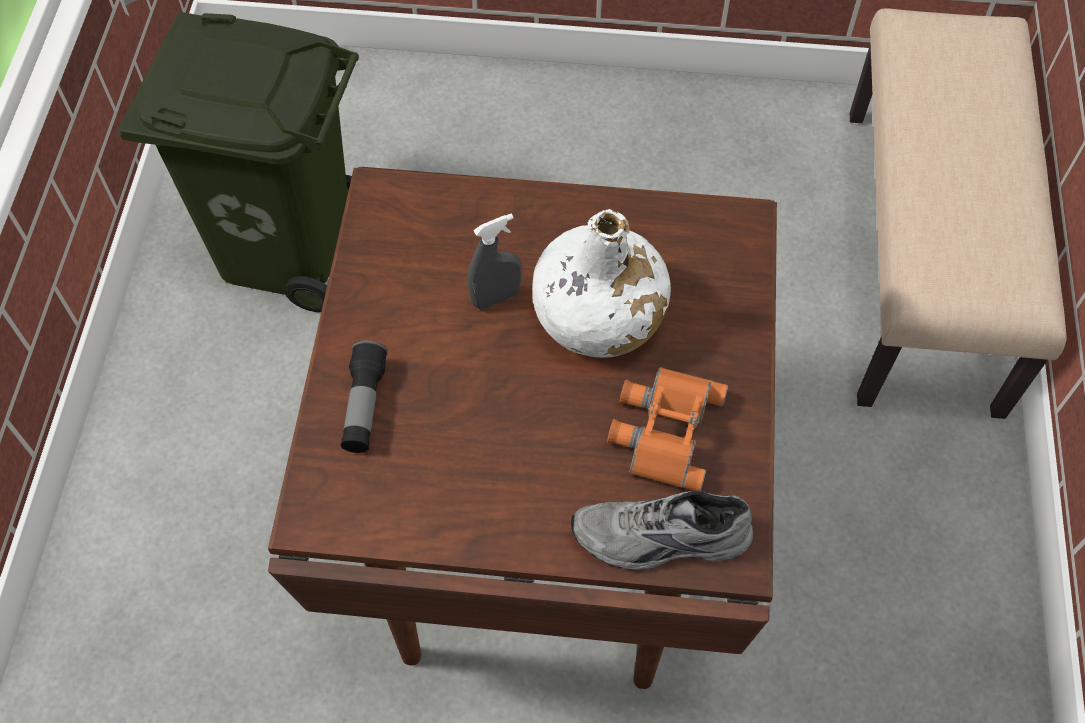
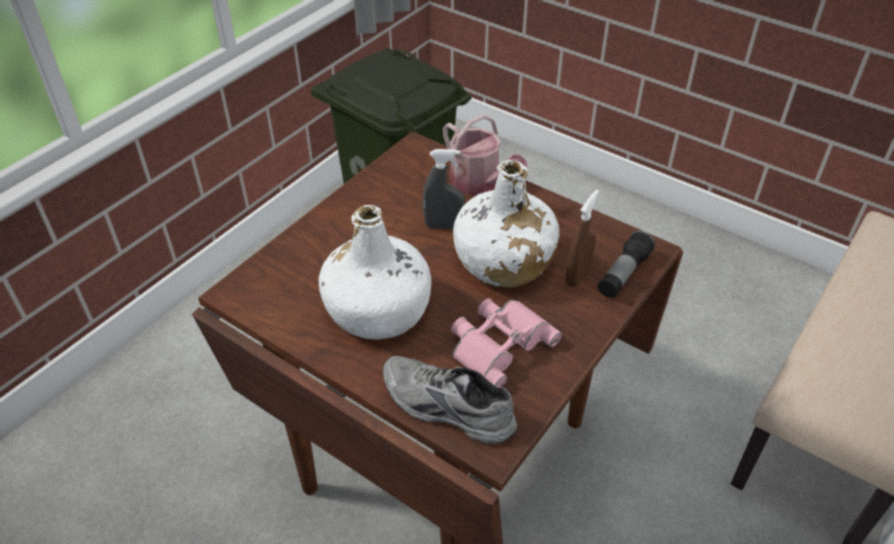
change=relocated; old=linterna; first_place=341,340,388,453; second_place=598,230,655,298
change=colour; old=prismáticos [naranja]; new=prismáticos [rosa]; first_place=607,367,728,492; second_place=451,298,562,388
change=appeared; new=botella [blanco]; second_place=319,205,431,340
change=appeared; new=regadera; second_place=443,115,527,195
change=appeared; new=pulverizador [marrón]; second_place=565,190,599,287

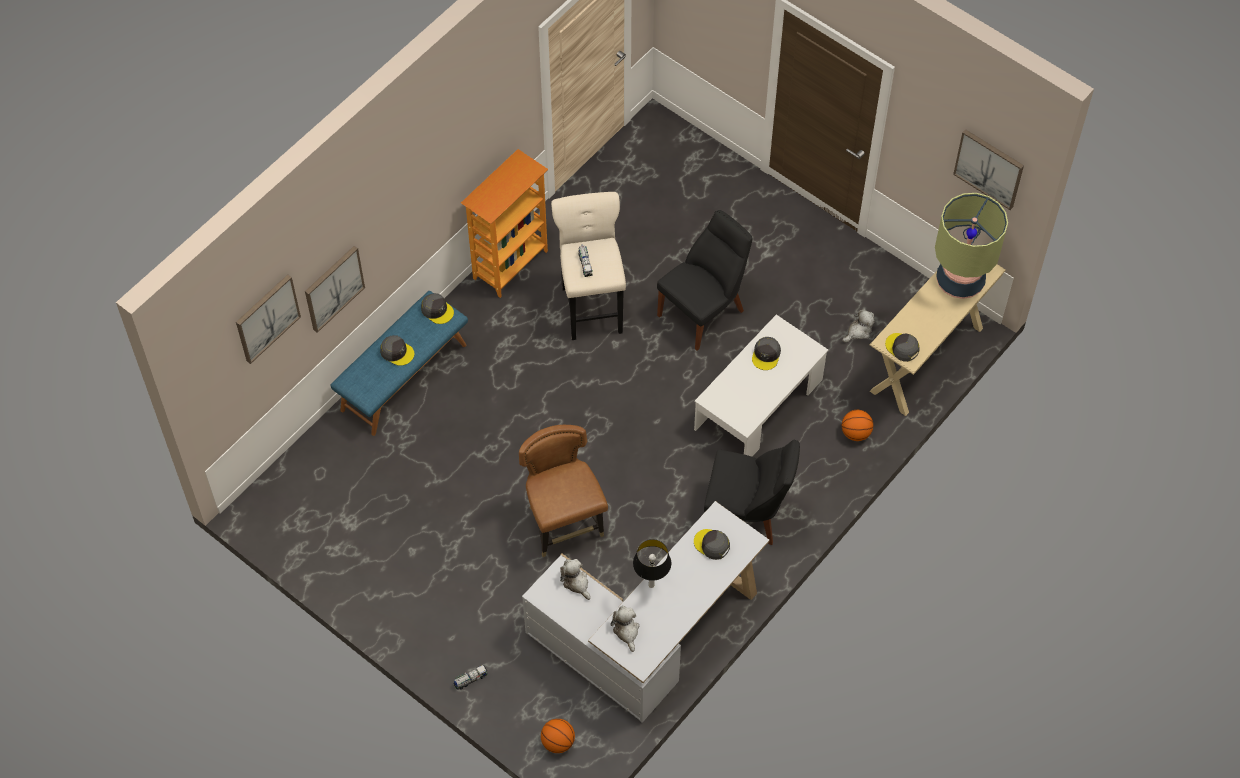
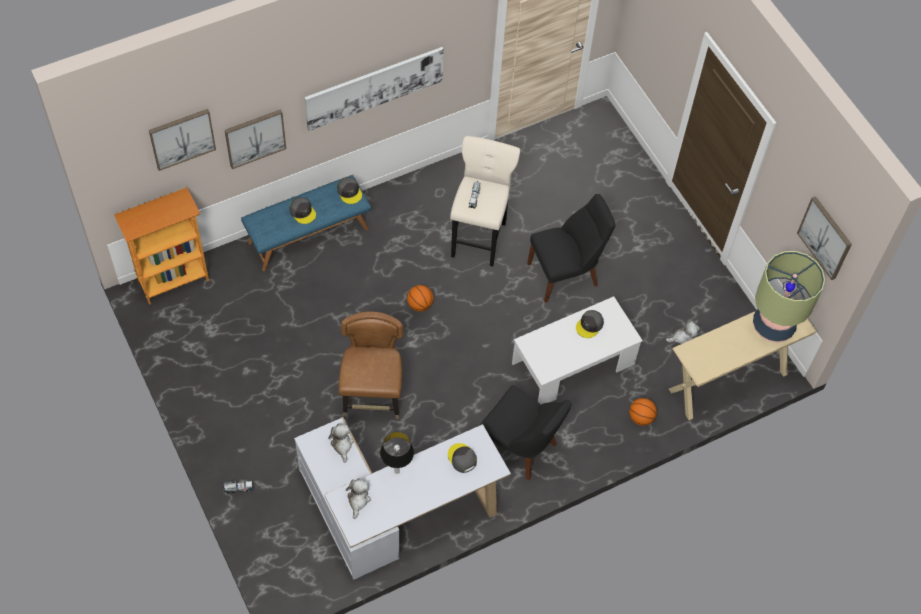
change=relocated; old=estantería; first_place=461,149,548,298; second_place=114,188,209,305
change=relocated; old=balón de baloncesto; first_place=541,719,575,753; second_place=407,285,434,312
change=missing; old=gorra [gris]; first_place=885,333,920,362
change=appeared; new=cuadro; second_place=305,47,444,131

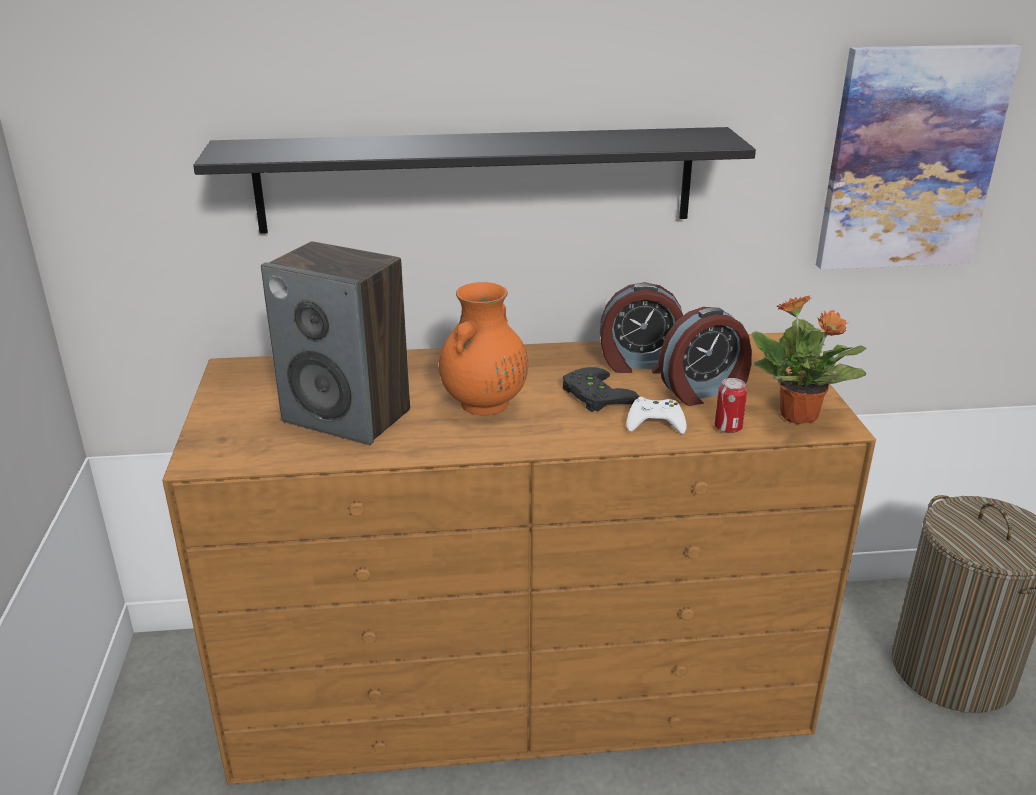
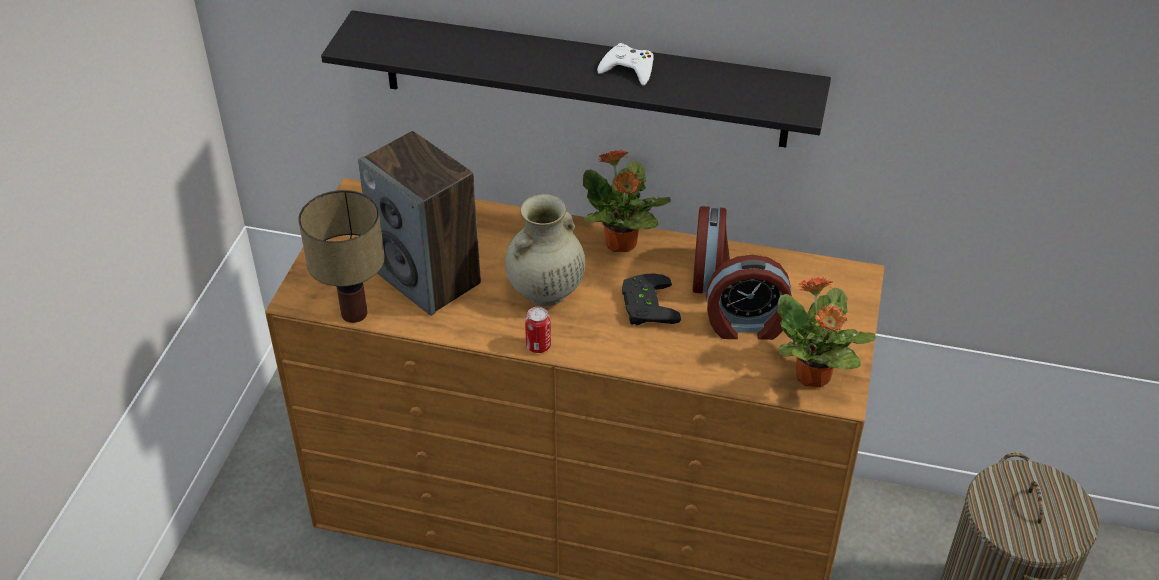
change=colour; old=florero [naranja]; new=florero [beis]; first_place=439,282,528,416; second_place=505,194,585,306
change=spun; old=despertador; first_place=600,282,683,374; second_place=692,206,730,294; degrees=-105
change=relocated; old=mando de consola [blanco]; first_place=627,397,687,434; second_place=597,43,654,86
change=relocated; old=lata; first_place=715,378,747,433; second_place=525,307,551,353
change=missing; old=cuadro; first_place=816,44,1022,270
change=appeared; new=lámpara de mesa; second_place=298,190,385,323
change=appeared; new=planta en maceta; second_place=583,150,671,252

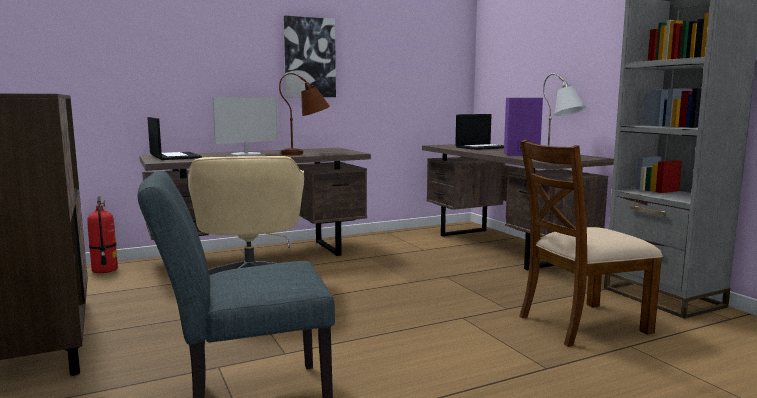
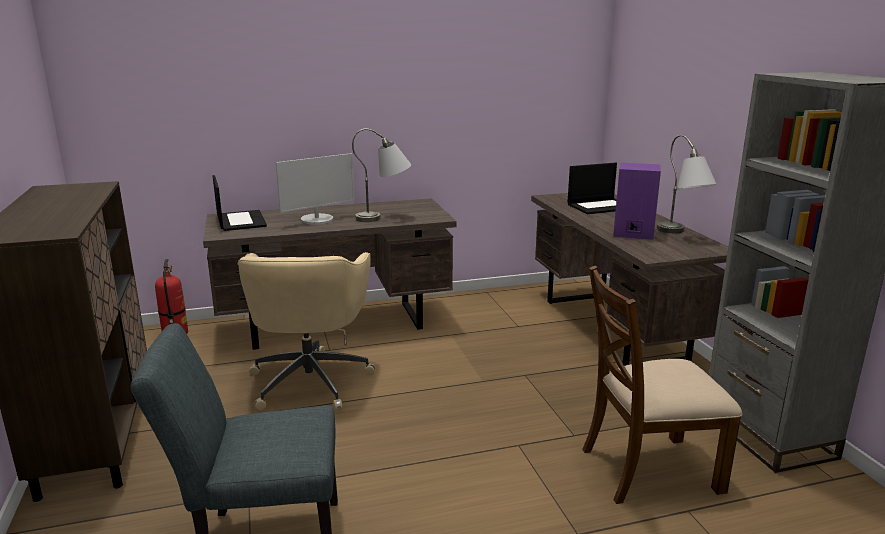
change=colour; old=lámpara de mesa [marrón]; new=lámpara de mesa [gris]; first_place=279,73,330,155; second_place=352,128,411,222
change=missing; old=cuadro; first_place=284,16,336,97

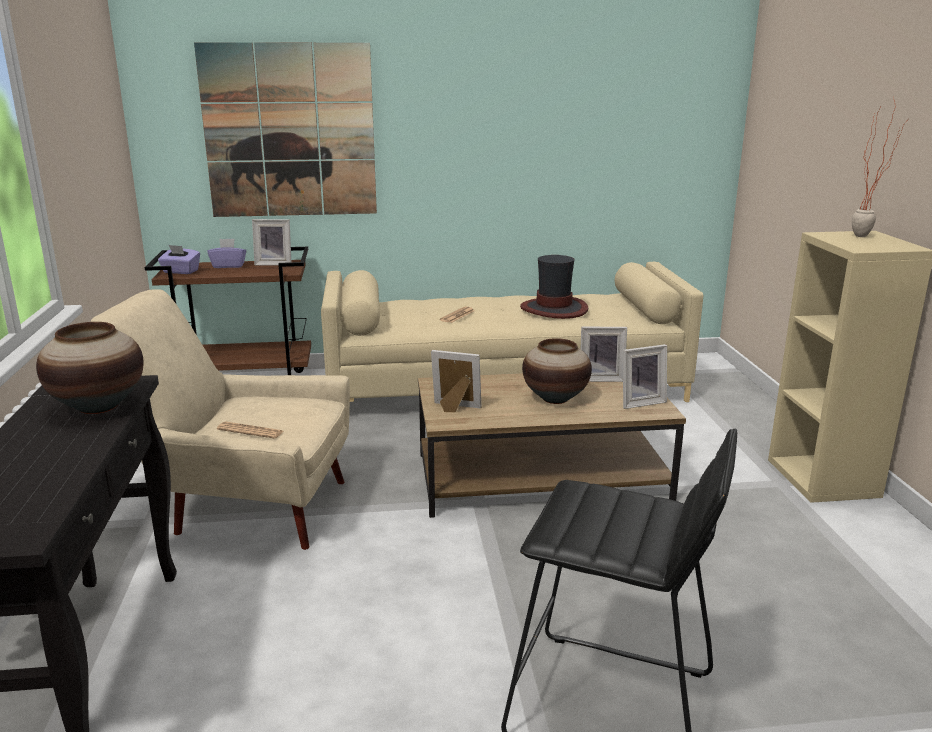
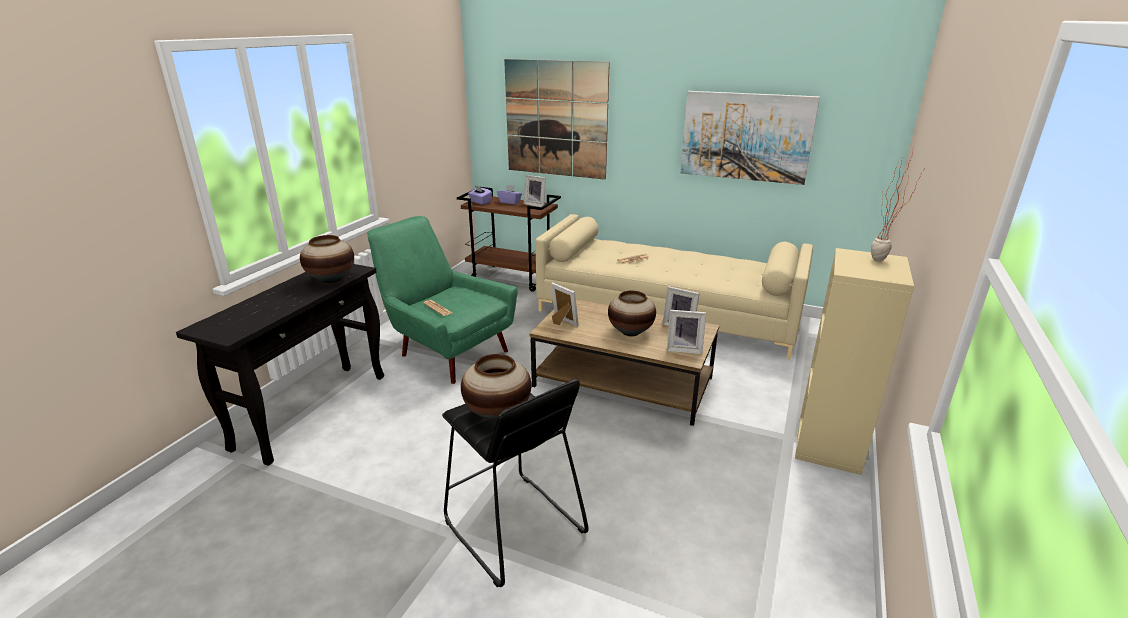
change=colour; old=sillón [beis]; new=sillón [verde]; first_place=91,289,350,550; second_place=367,216,518,384
change=missing; old=sombrero; first_place=520,255,588,319
change=appeared; new=florero; second_place=461,354,531,421
change=appeared; new=cuadro; second_place=681,91,820,185

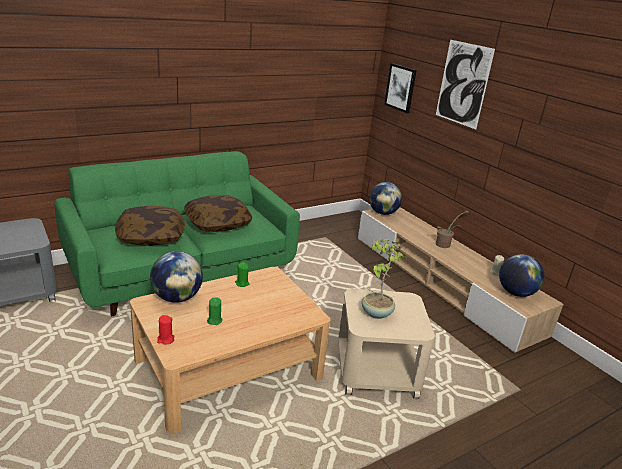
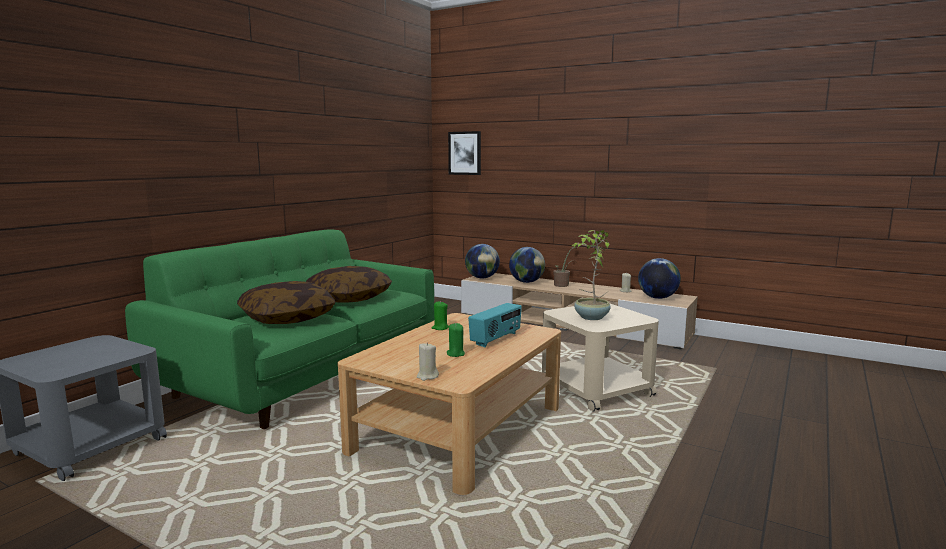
change=relocated; old=globo terráqueo; first_place=150,251,203,303; second_place=509,247,545,283
change=colour; old=vela [rojo]; new=vela [beis]; first_place=157,315,174,344; second_place=417,343,439,381
change=missing; old=cuadro; first_place=436,40,495,129
change=appeared; new=radio; second_place=468,303,522,347

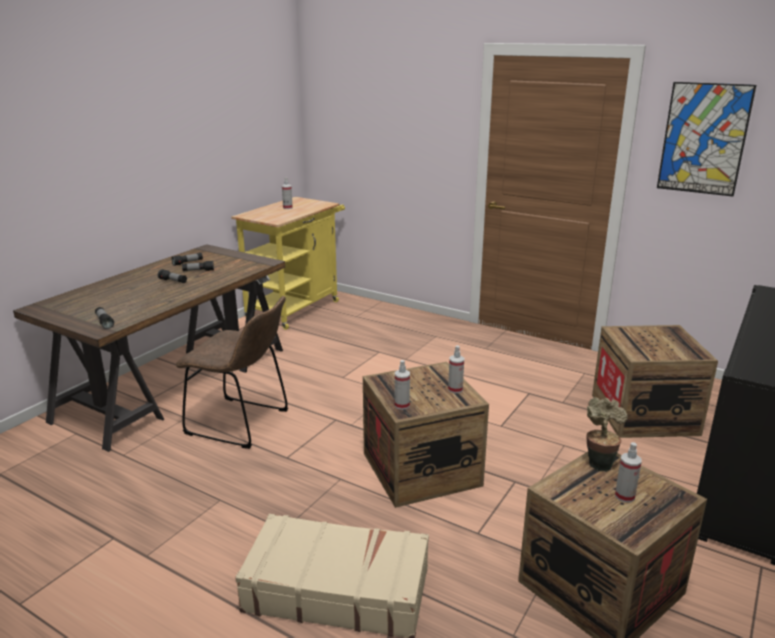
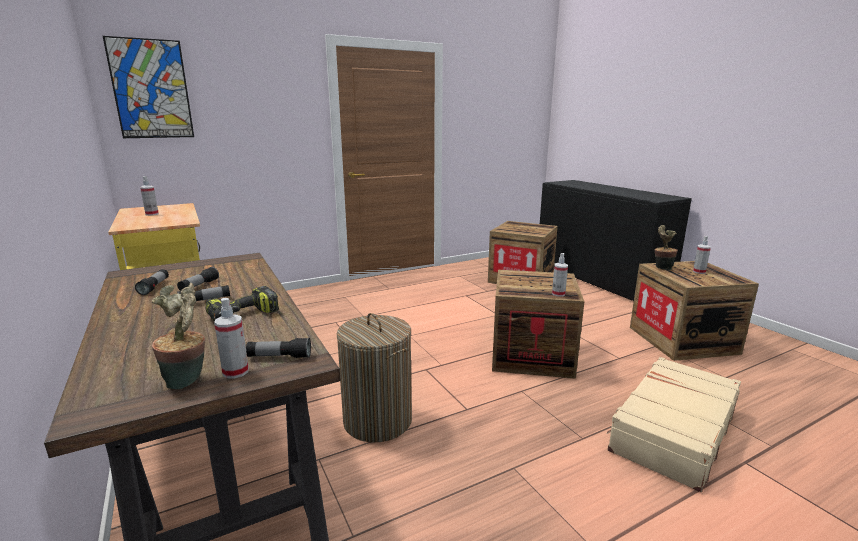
change=exchanged; old=silla [marrón]; new=cesto de la ropa; first_place=176,296,288,449; second_place=337,313,412,442
change=relocated; old=pulverizador; first_place=448,345,464,393; second_place=214,298,249,379
change=relocated; old=cuadro; first_place=657,82,756,197; second_place=103,36,194,138
change=appeared; new=planta en maceta; second_place=152,283,205,389
change=appeared; new=taladro; second_place=205,286,279,321

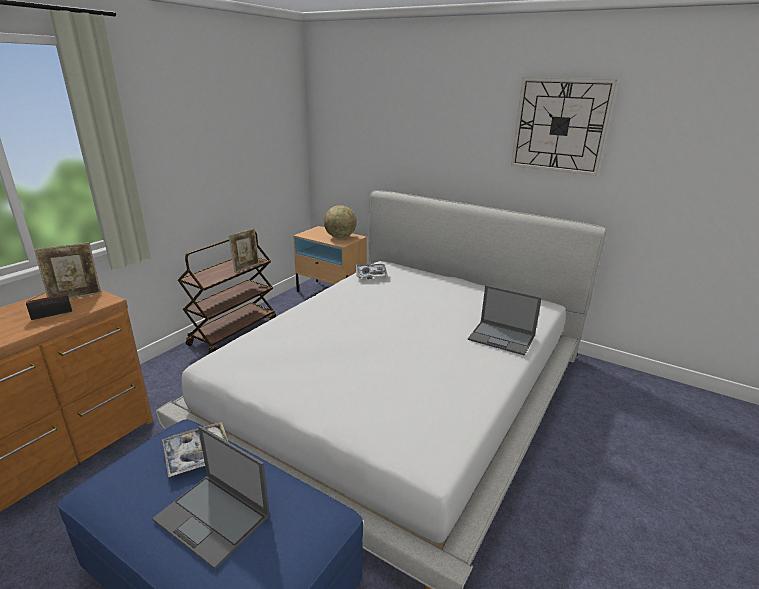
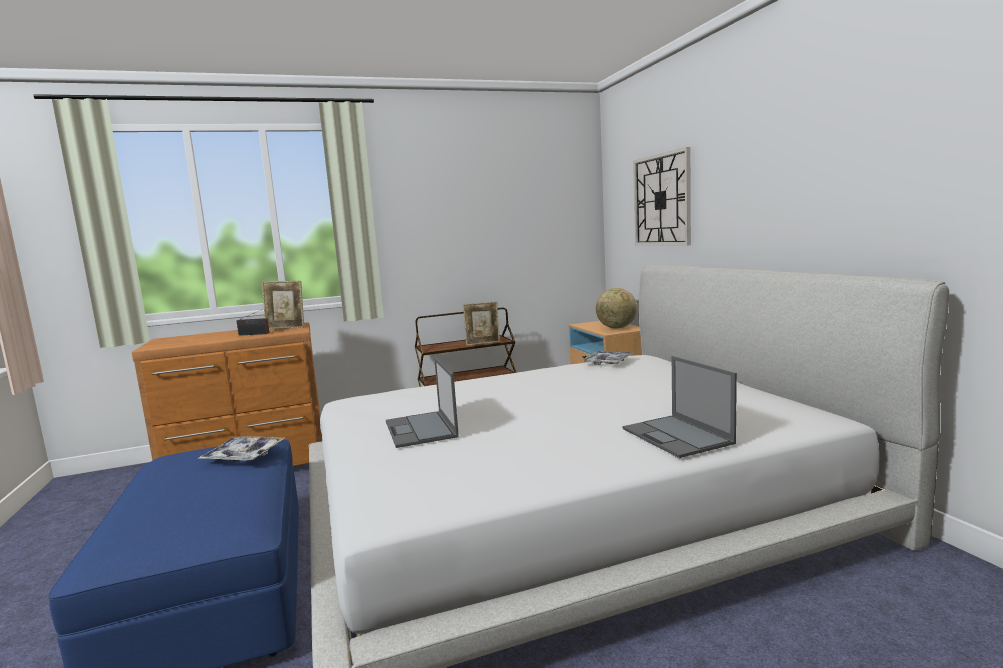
change=relocated; old=portátil; first_place=152,426,270,569; second_place=386,358,459,448
change=relocated; old=reloj de pared; first_place=511,77,617,176; second_place=633,147,691,246

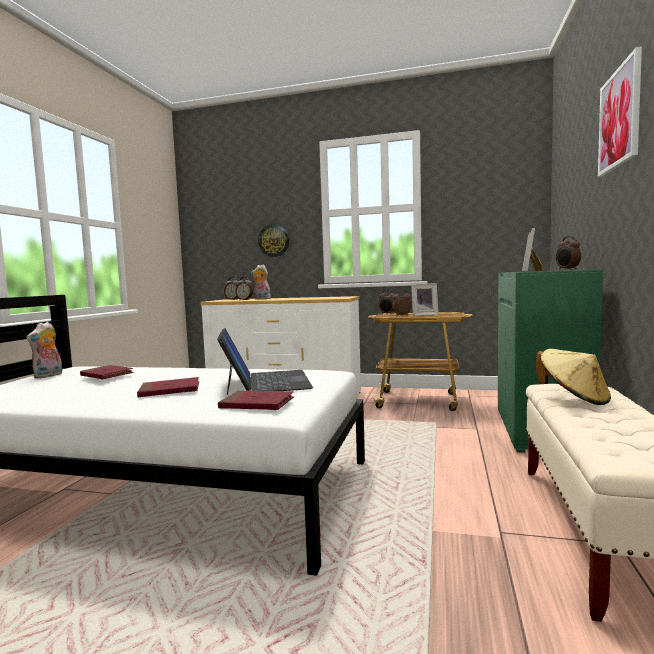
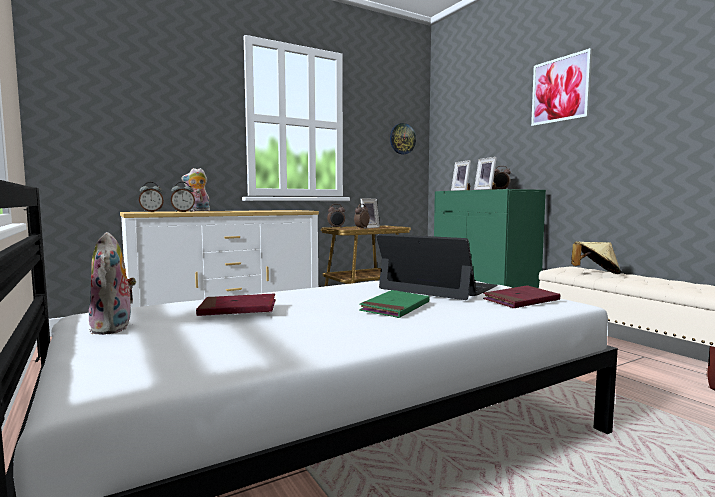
change=colour; old=libro [rojo]; new=libro [verde]; first_place=137,377,199,397; second_place=359,290,429,318
change=relocated; old=reloj de pared; first_place=258,224,289,257; second_place=390,123,416,155

